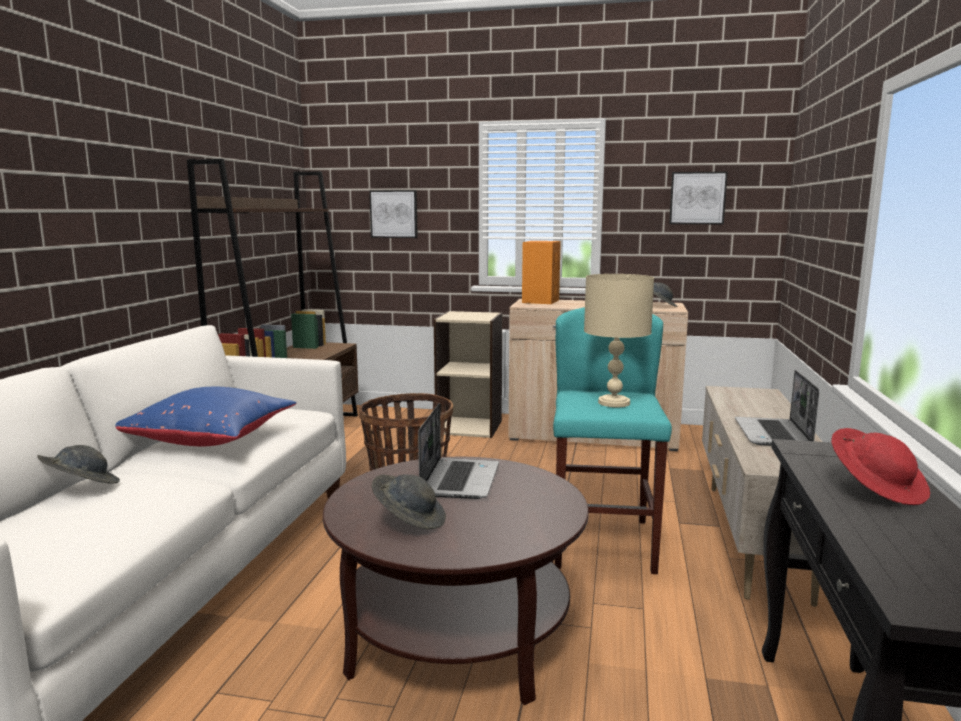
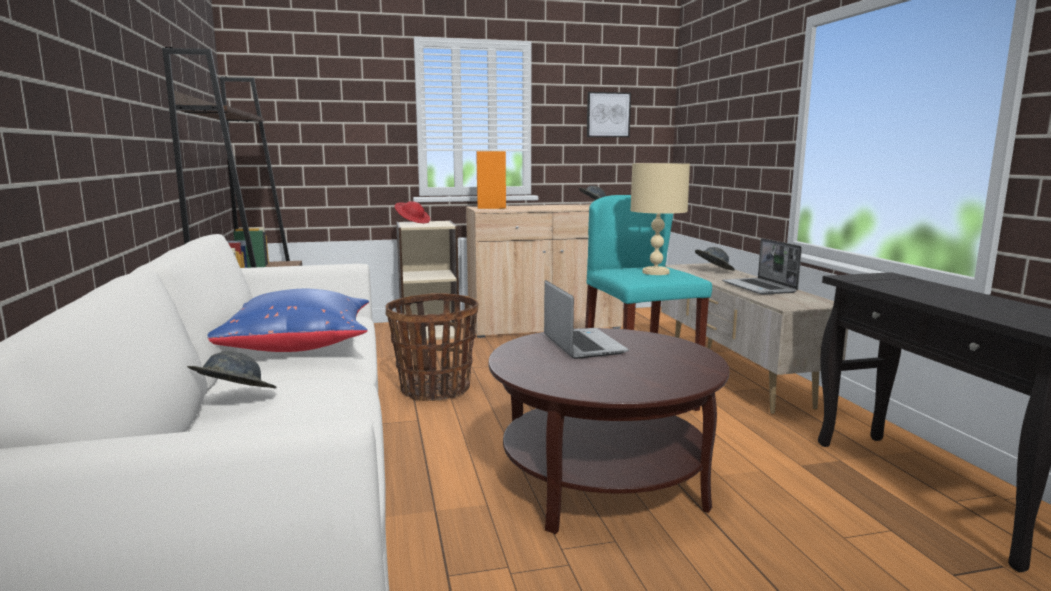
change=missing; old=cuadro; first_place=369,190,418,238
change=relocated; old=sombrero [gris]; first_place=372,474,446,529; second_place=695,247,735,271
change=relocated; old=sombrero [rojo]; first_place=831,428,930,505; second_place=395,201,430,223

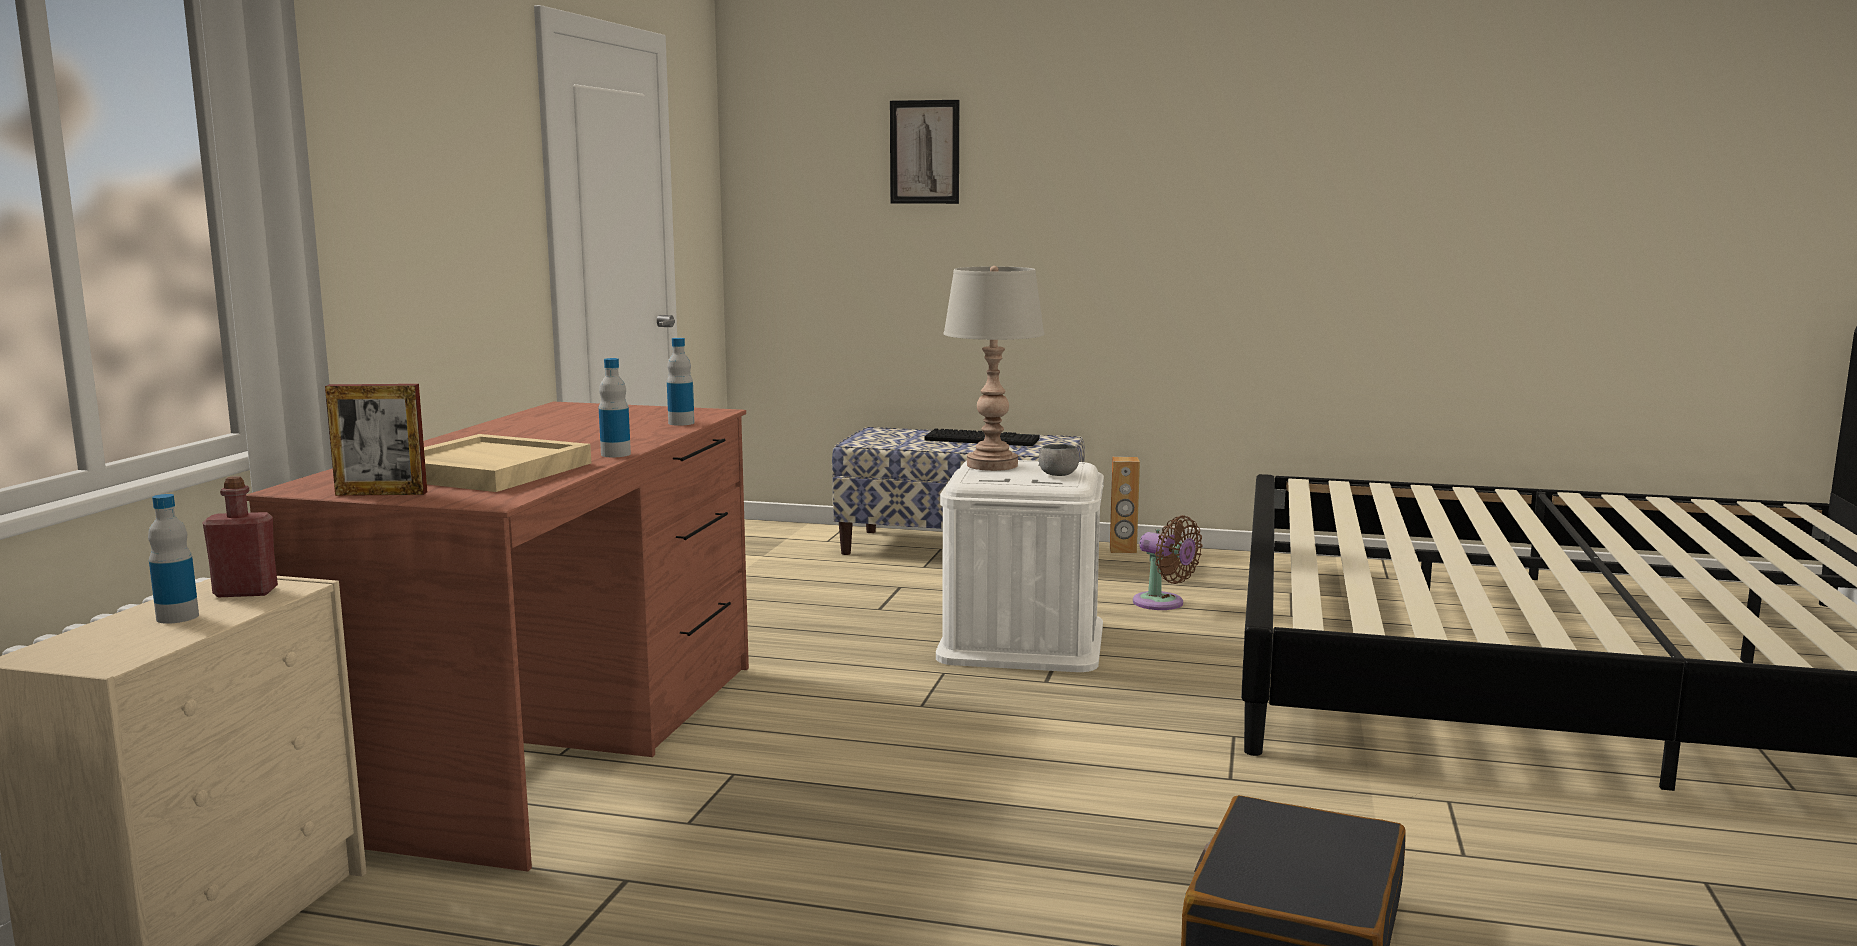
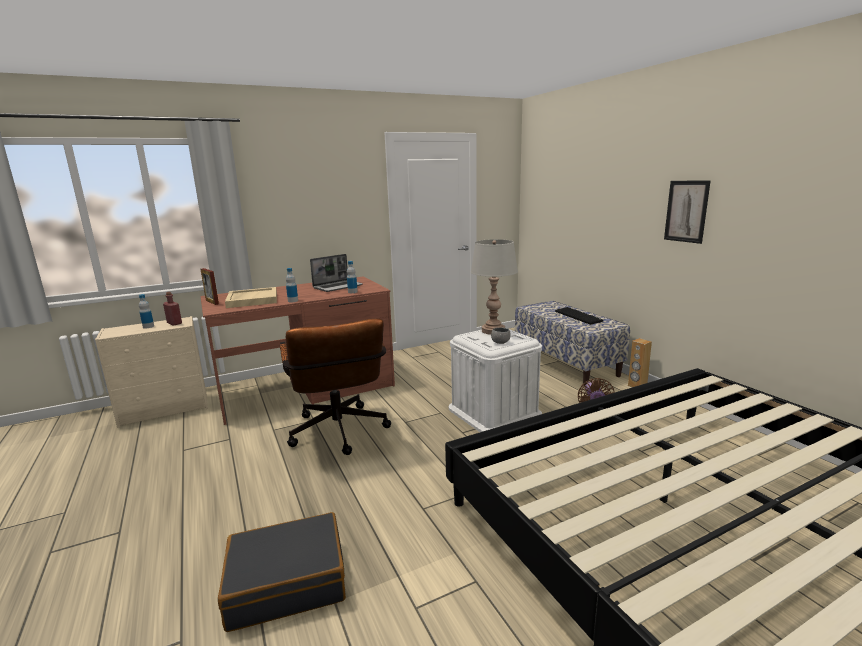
change=relocated; old=cuadro; first_place=890,100,959,204; second_place=664,180,711,244
change=appeared; new=silla de oficina [marrón]; second_place=280,318,391,455
change=appeared; new=portátil; second_place=310,254,363,292

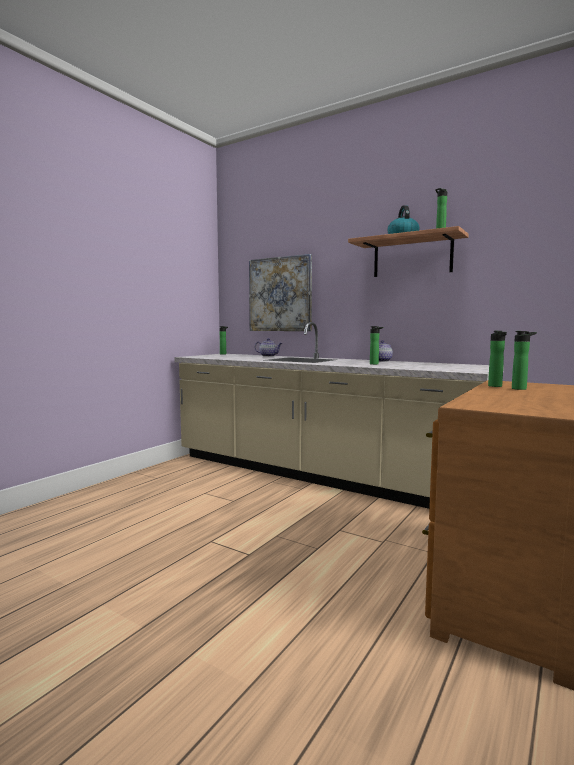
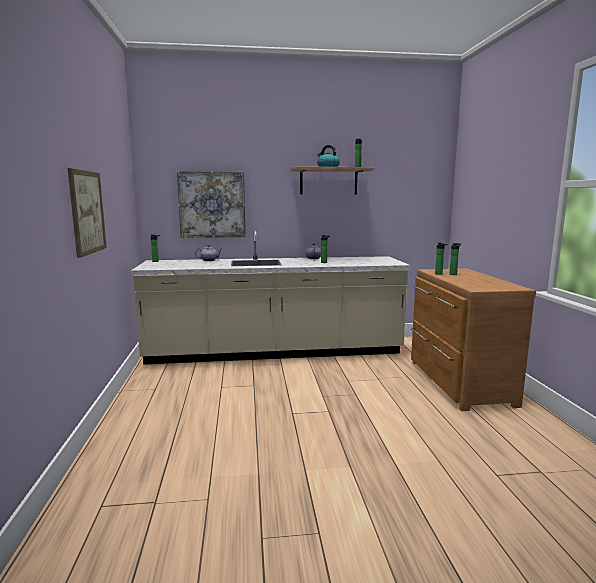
change=appeared; new=cuadro; second_place=68,168,107,258

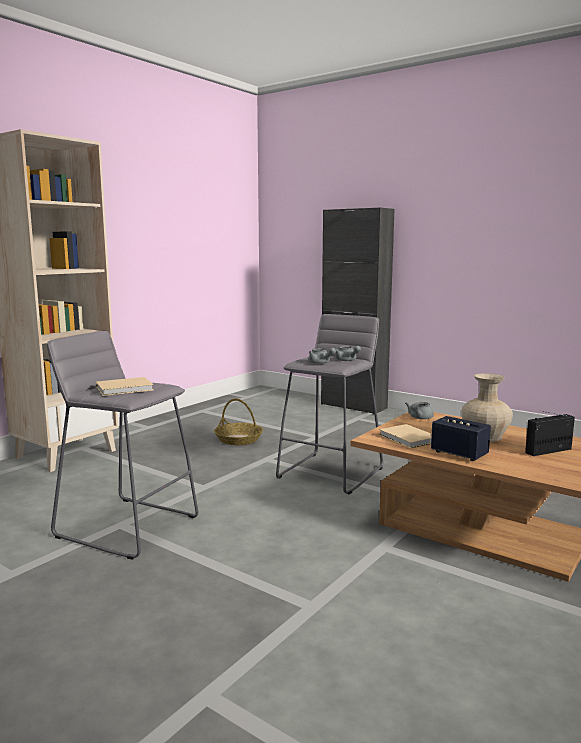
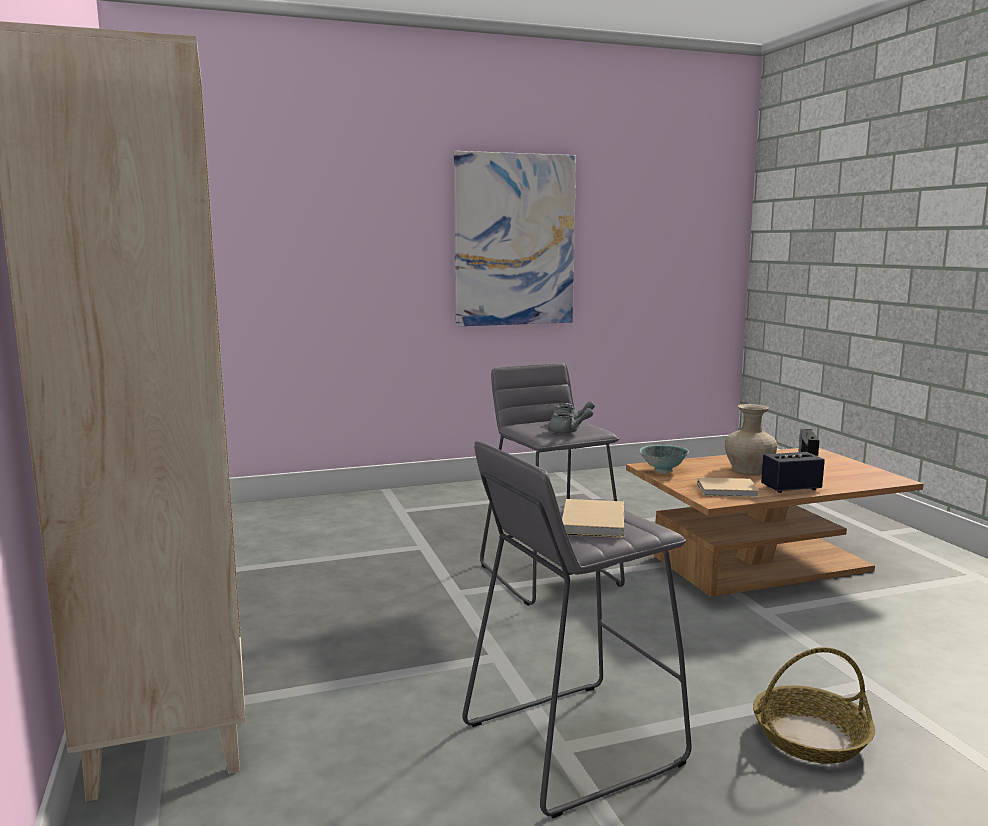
change=relocated; old=cesta; first_place=214,398,263,445; second_place=753,647,875,764
change=missing; old=armario [negro]; first_place=321,207,394,414
change=exchanged; old=tetera [gris]; new=cuenco; first_place=405,402,434,419; second_place=639,445,689,473
change=appeared; new=cuadro; second_place=454,151,576,326

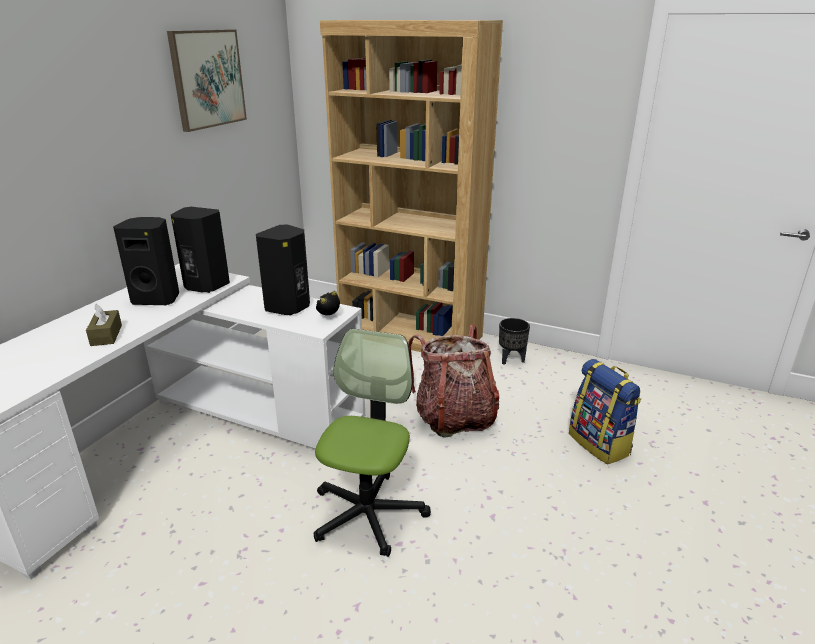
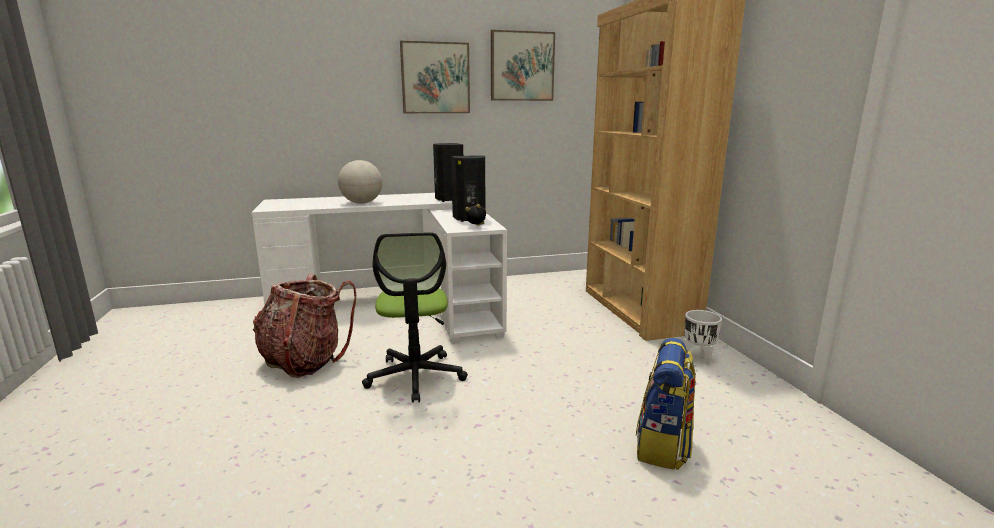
change=exchanged; old=caja de pañuelos [marrón]; new=globo terráqueo; first_place=86,303,122,346; second_place=338,160,382,204
change=missing; old=altavoz [negro]; first_place=113,217,179,305
change=spun; old=silla de oficina; first_place=314,329,431,557; second_place=362,232,468,403; degrees=105
change=relocated; old=mochila; first_place=408,324,499,438; second_place=253,274,356,378
change=colour; old=maceta [negro]; new=maceta [blanco]; first_place=499,318,530,365; second_place=684,310,722,364
change=appeared; new=cuadro; second_place=400,41,470,113

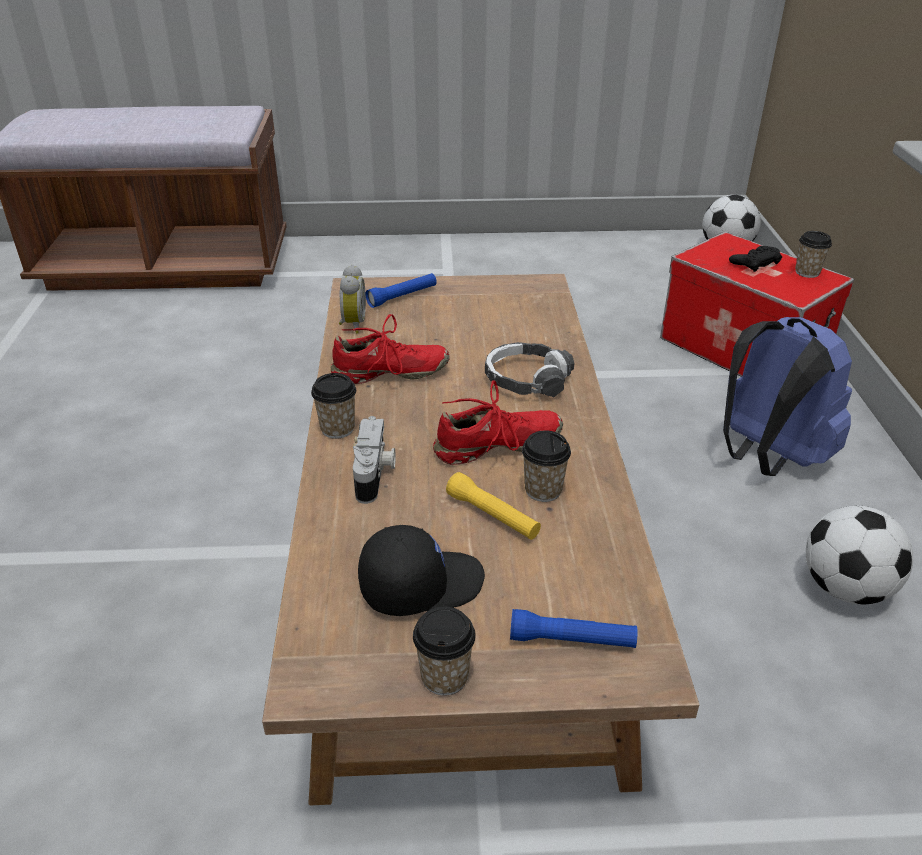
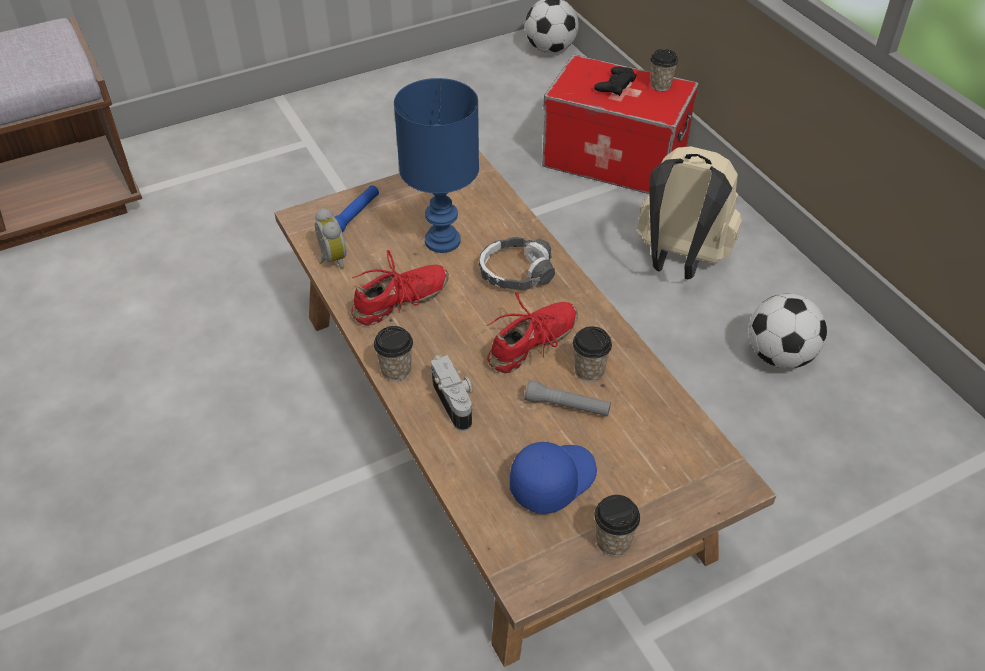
change=colour; old=gorra [negro]; new=gorra [azul]; first_place=358,525,485,616; second_place=510,441,597,514
change=colour; old=linterna [amarillo]; new=linterna [gris]; first_place=446,472,541,540; second_place=524,380,611,417
change=missing; old=linterna [azul]; first_place=510,609,638,648
change=colour; old=mochila [azul]; new=mochila [beis]; first_place=723,317,852,476; second_place=637,146,742,279
change=appeared; new=lámpara de mesa [azul]; second_place=394,78,479,253

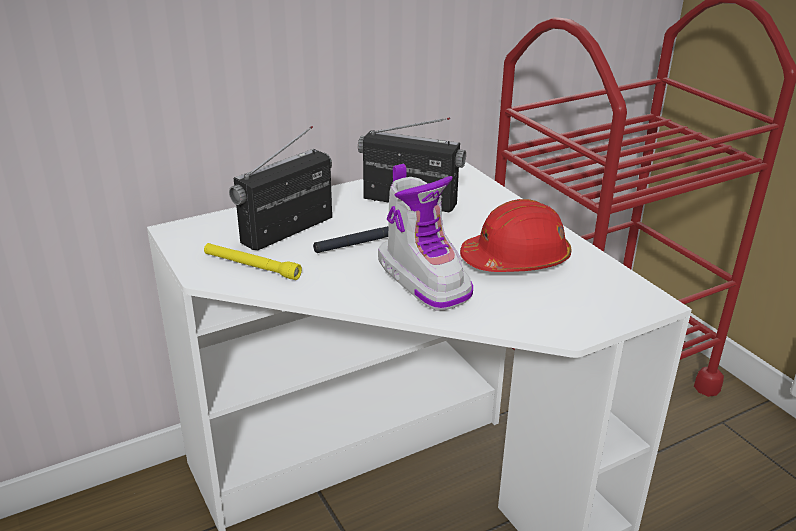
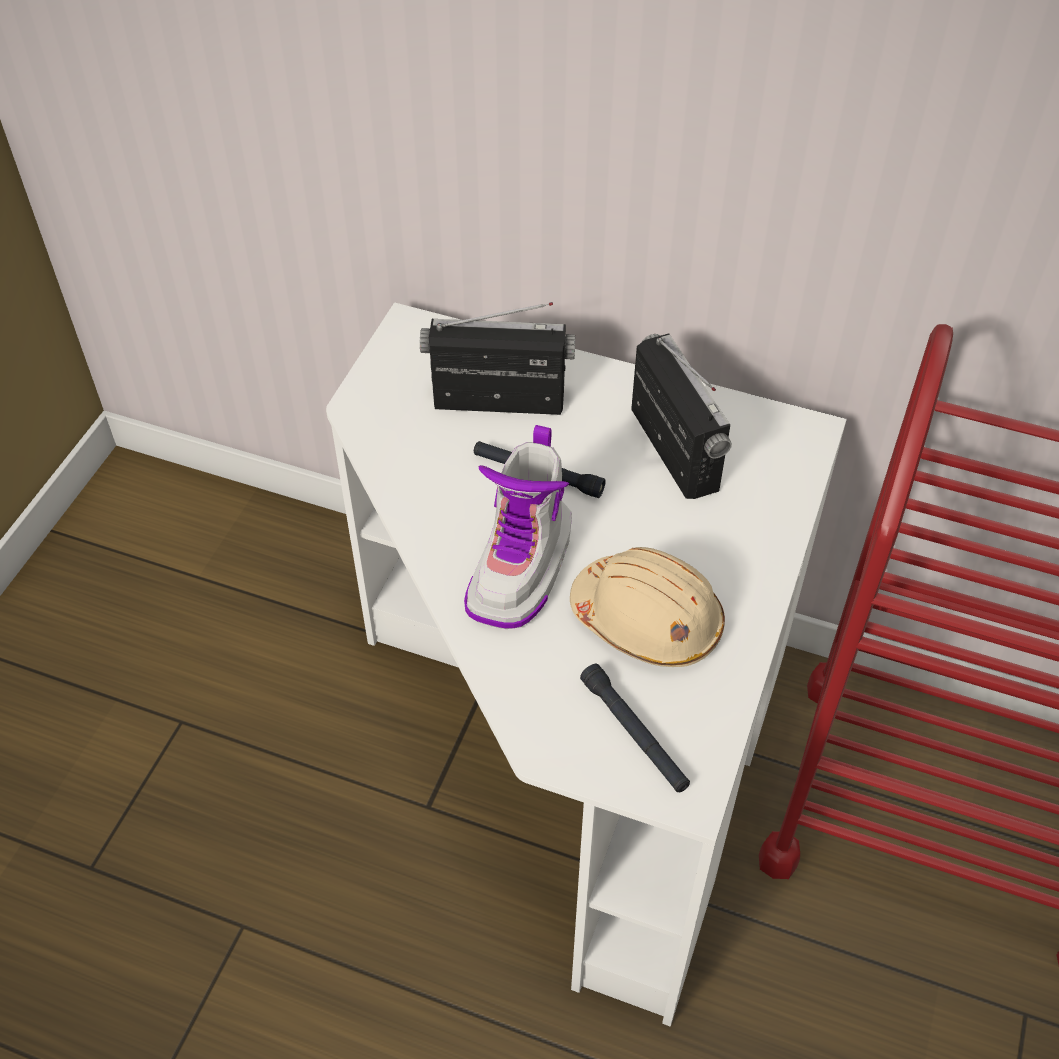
change=missing; old=linterna [amarillo]; first_place=204,243,302,280
change=colour; old=casco [rojo]; new=casco [beis]; first_place=460,199,571,272; second_place=570,547,725,667
change=appeared; new=linterna [negro]; second_place=580,664,690,792

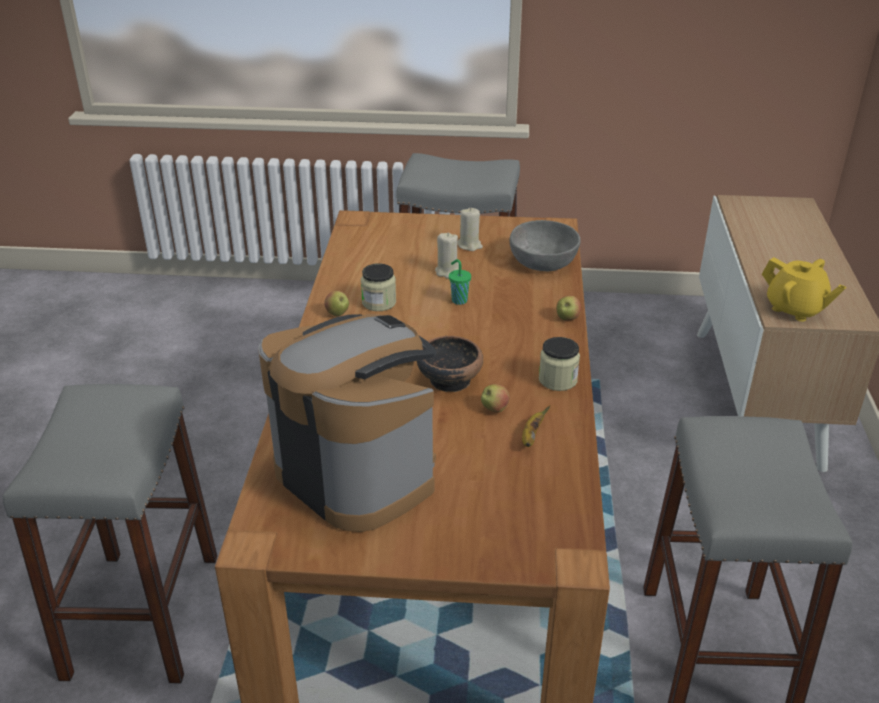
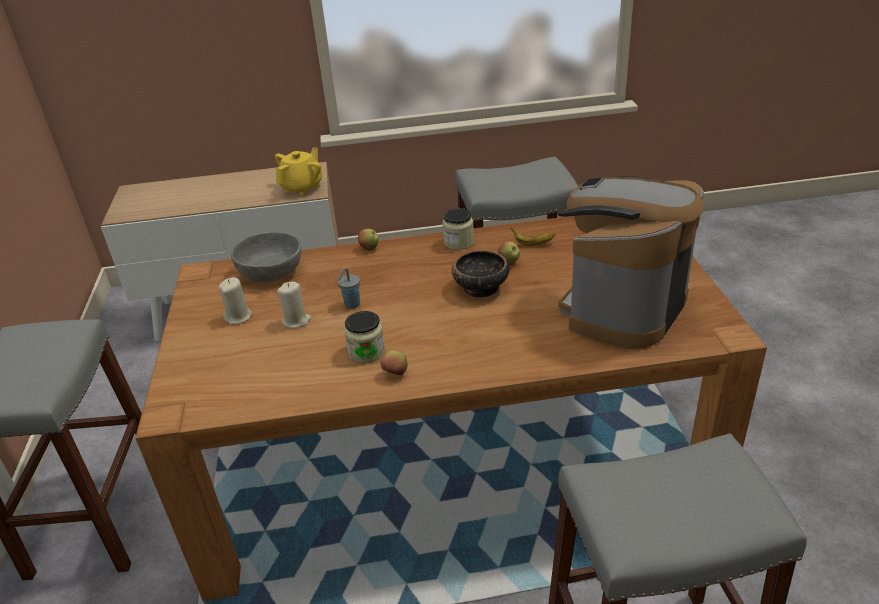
change=colour; old=taza [verde]; new=taza [gris]; first_place=449,259,471,305; second_place=338,267,360,309

